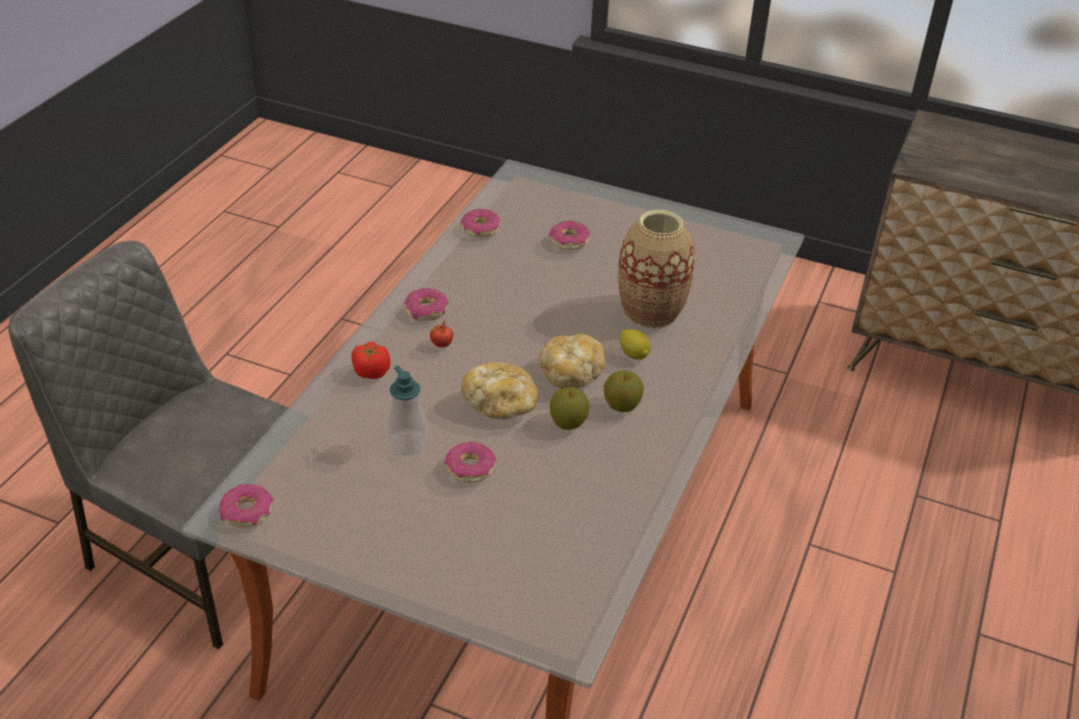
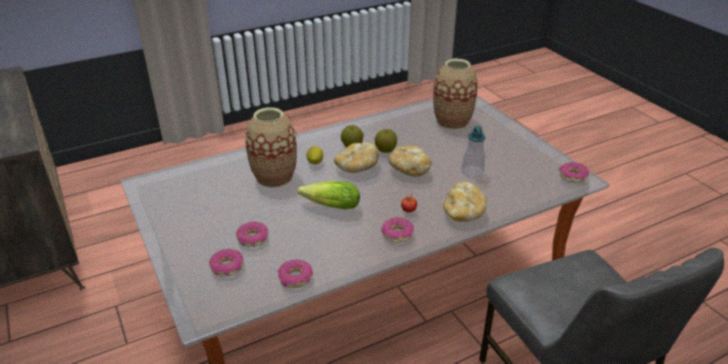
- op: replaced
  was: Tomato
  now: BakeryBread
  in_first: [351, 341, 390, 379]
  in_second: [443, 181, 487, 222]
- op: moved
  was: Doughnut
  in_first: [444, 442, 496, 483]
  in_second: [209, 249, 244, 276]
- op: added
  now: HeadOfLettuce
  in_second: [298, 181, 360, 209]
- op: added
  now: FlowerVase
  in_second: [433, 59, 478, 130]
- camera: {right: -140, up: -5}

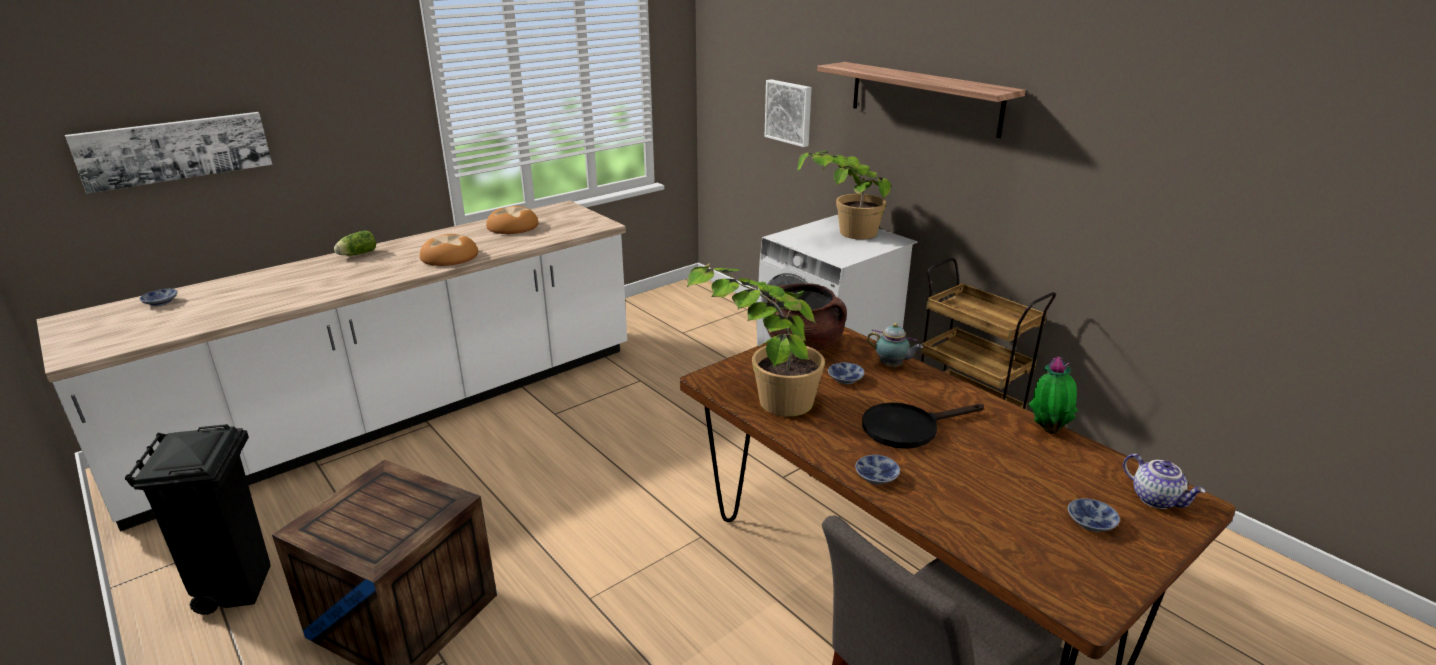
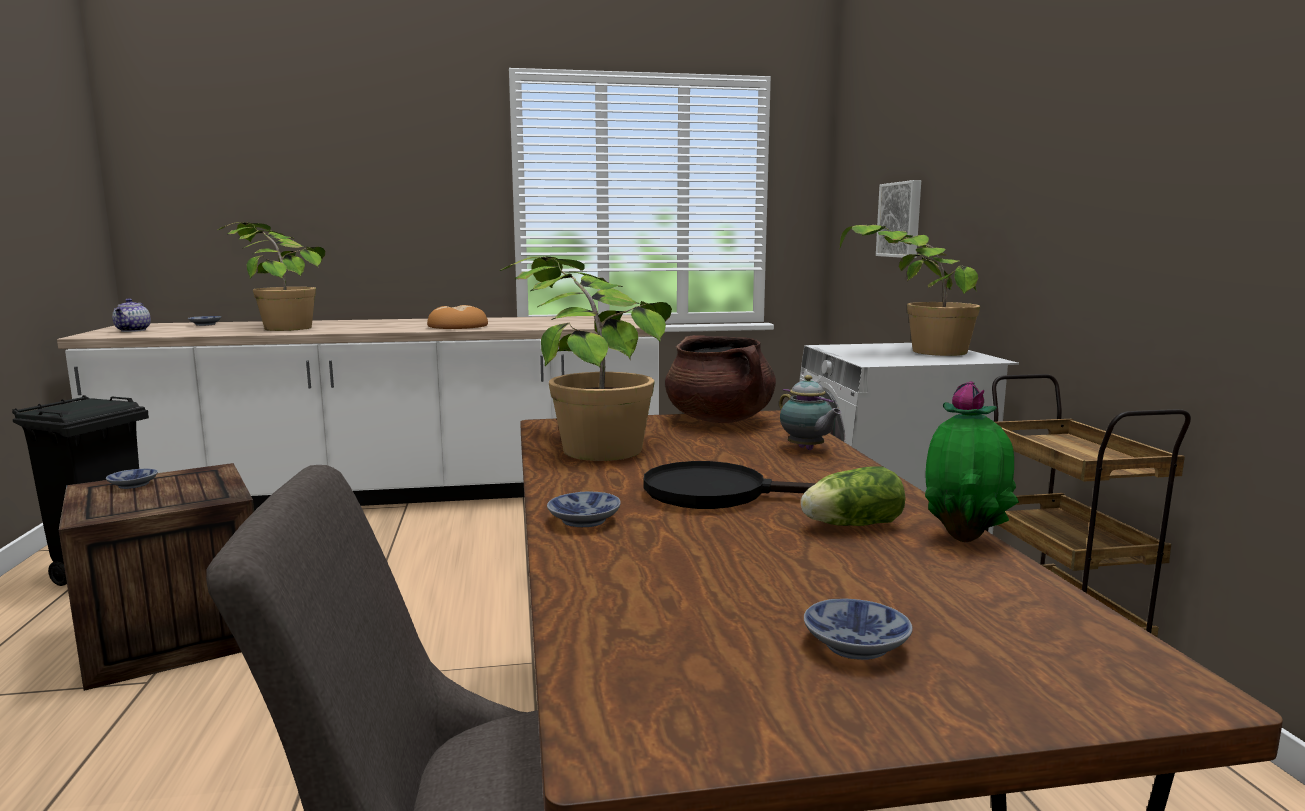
- op: removed
  was: WallPicture
  in_first: [65, 112, 272, 194]
- op: moved
  was: HeadOfLettuce
  in_first: [334, 230, 376, 256]
  in_second: [801, 466, 905, 526]
- op: removed
  was: BakeryBread
  in_first: [486, 206, 538, 234]
- op: removed
  was: Shelf
  in_first: [817, 62, 1026, 138]
- op: moved
  was: Bowl
  in_first: [828, 363, 864, 384]
  in_second: [106, 469, 158, 489]
- op: moved
  was: Teapot
  in_first: [1123, 454, 1206, 509]
  in_second: [112, 298, 151, 332]
- op: added
  now: PlantInAPot
  in_second: [217, 222, 325, 331]
- camera: {right: 30, up: -15}

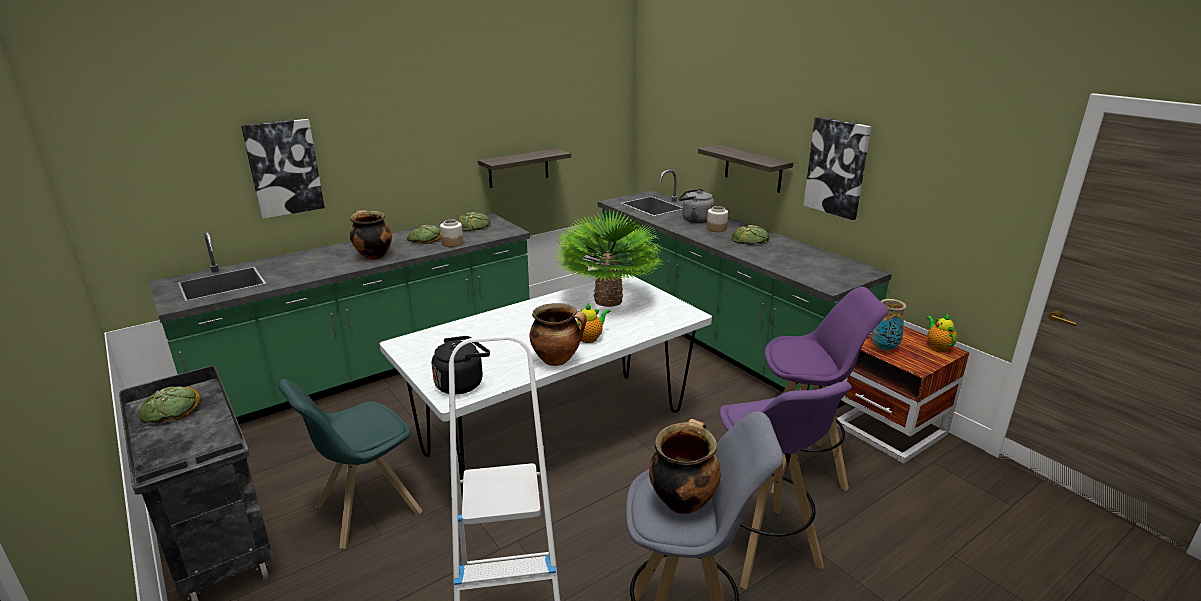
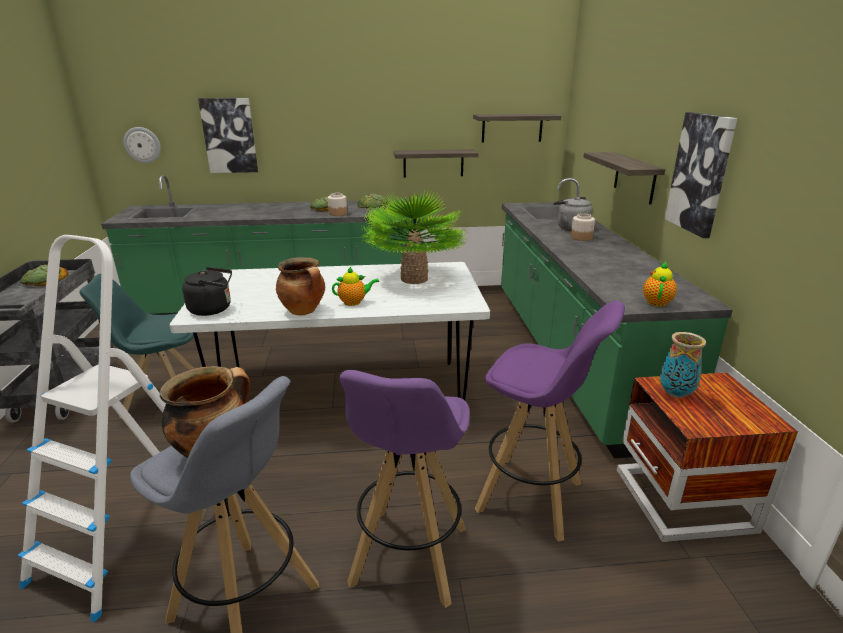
- op: removed
  was: Stockpot
  in_first: [350, 210, 392, 260]
- op: removed
  was: BakeryBread
  in_first: [731, 225, 770, 245]
- op: moved
  was: Teapot
  in_first: [927, 313, 957, 351]
  in_second: [643, 261, 677, 307]
- op: added
  now: HangingClock
  in_second: [123, 127, 161, 163]
- op: added
  now: Shelf
  in_second: [473, 114, 562, 142]
- camera: {right: 30, up: 0}

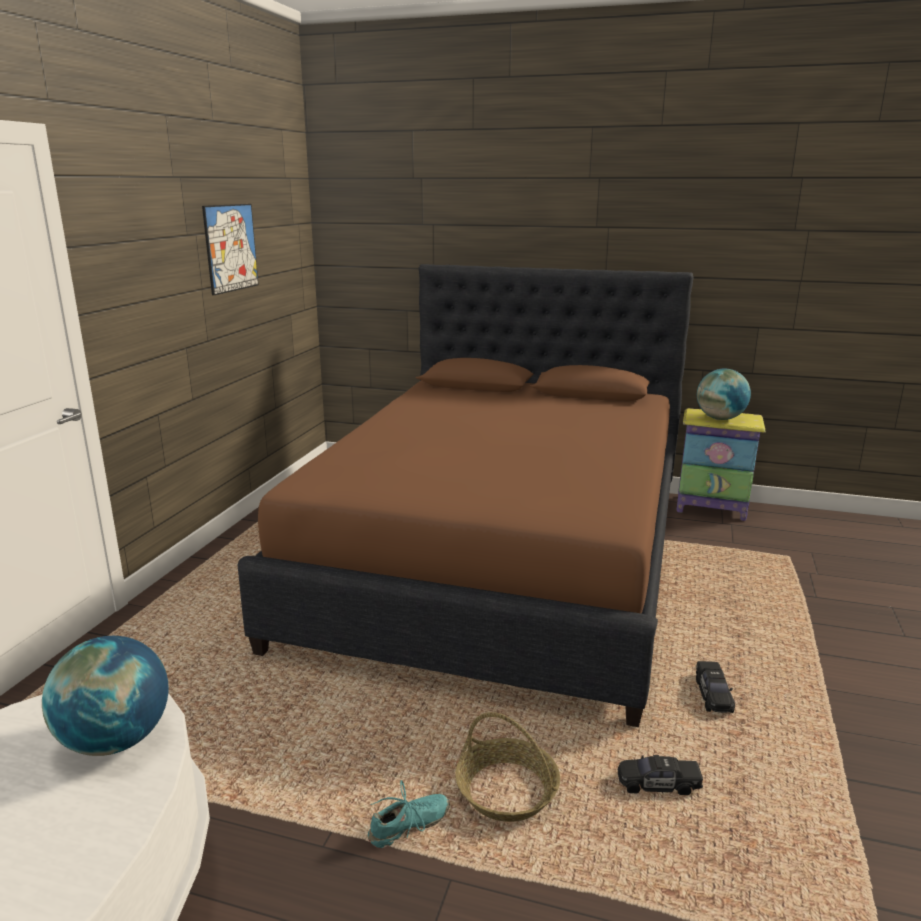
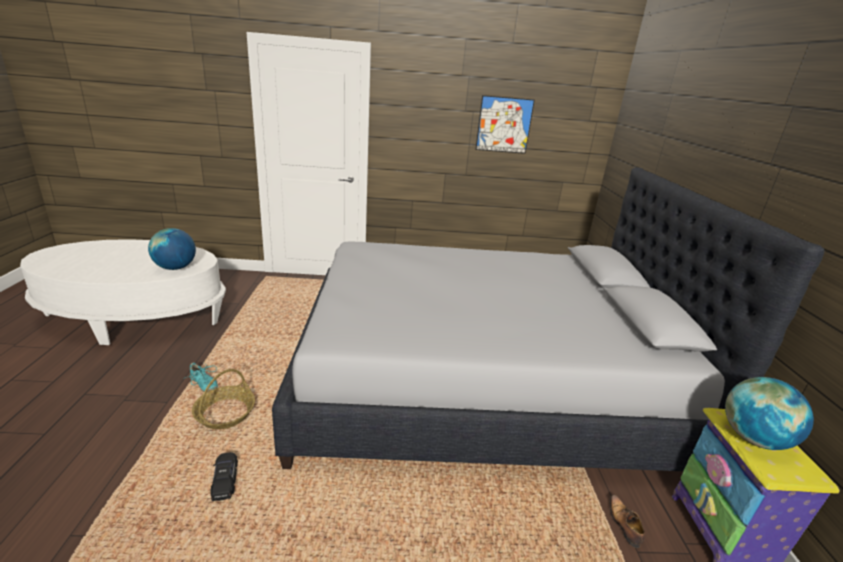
- op: recoloured
  was: BrownBed
  now: GreyishBed
  in_first: [238, 264, 694, 727]
  in_second: [272, 167, 824, 471]
- op: removed
  was: BlackToyCar
  in_first: [696, 661, 735, 713]
- op: added
  now: Shoe
  in_second: [610, 495, 645, 548]
- camera: {right: 70, up: 5}

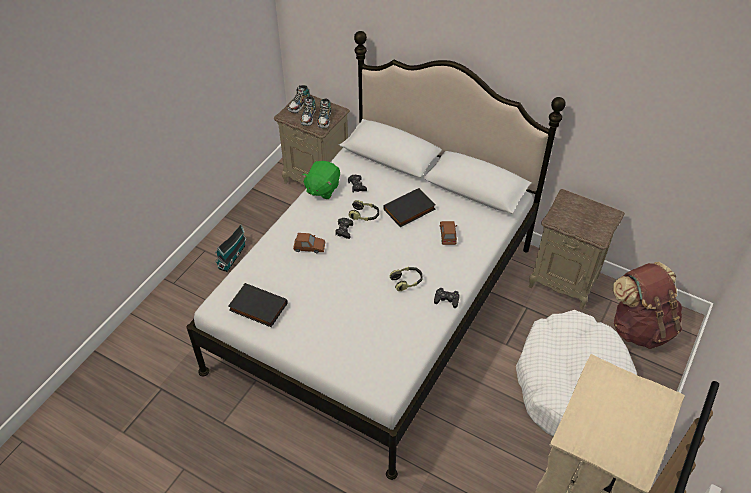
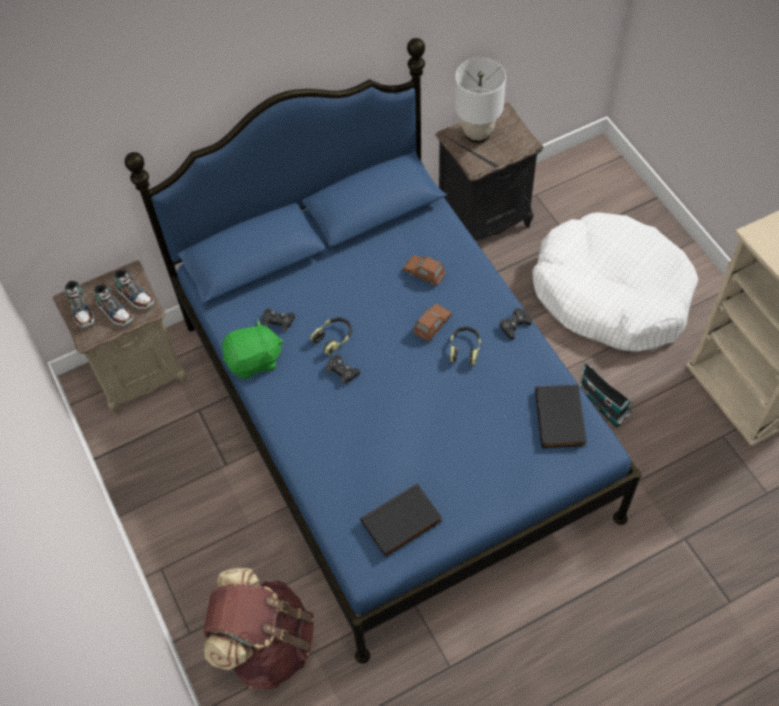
- op: recoloured
  was: WhiteBed
  now: BlueColouredBed
  in_first: [186, 31, 566, 480]
  in_second: [125, 38, 642, 664]
- op: moved
  was: ModelHouse
  in_first: [215, 224, 247, 272]
  in_second: [579, 363, 633, 428]
- op: moved
  was: BrownToyCar
  in_first: [293, 233, 326, 253]
  in_second: [414, 304, 452, 341]
- op: turned
  was: GreenishSoftToy
  in_first: [302, 161, 340, 199]
  in_second: [222, 319, 284, 379]
  clockwise: -75
- op: moved
  was: BlackBook
  in_first: [383, 188, 436, 227]
  in_second: [535, 385, 587, 448]
- op: recoloured
  was: SandColouredNightstand
  now: BlackNightstand
  in_first: [529, 189, 625, 310]
  in_second: [435, 102, 543, 241]
- op: moved
  was: BrownKnapsack
  in_first: [613, 262, 682, 349]
  in_second: [203, 568, 314, 690]
- op: added
  now: WhiteTableLamp
  in_second: [455, 58, 506, 143]
- camera: {right: -55, up: 10}

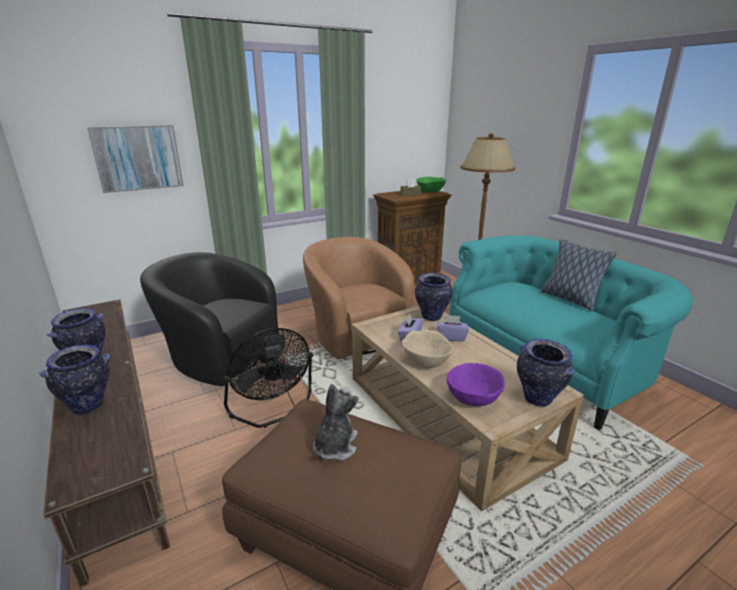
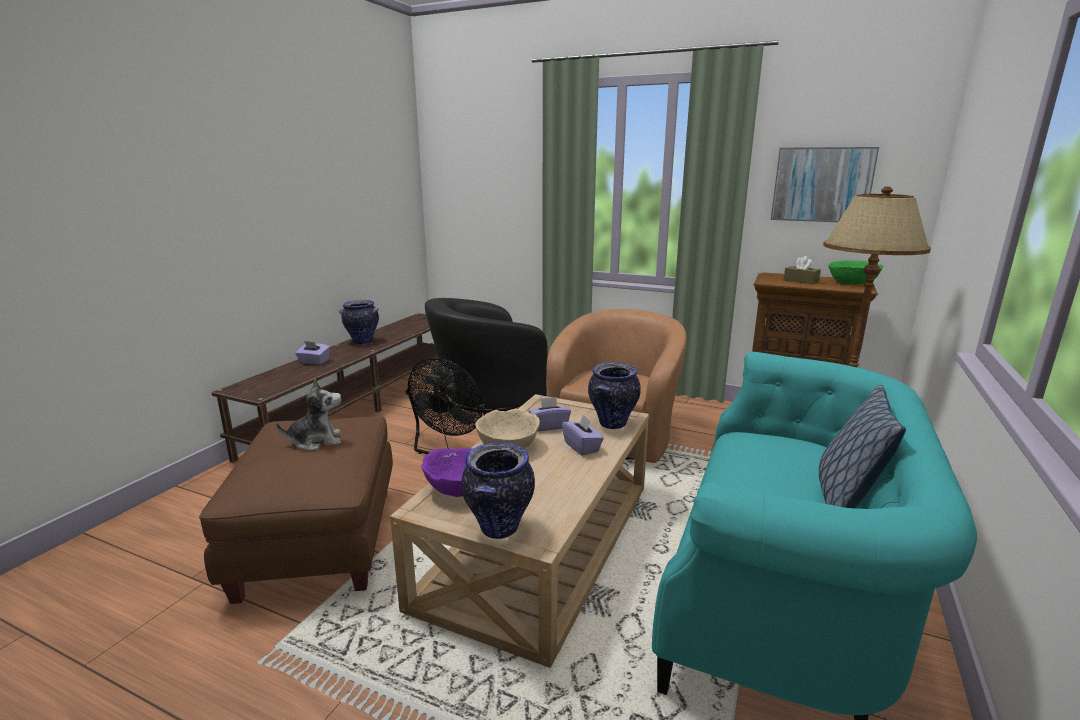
- op: replaced
  was: FlowerVase
  now: PurplishBoxOfTissues
  in_first: [39, 345, 110, 415]
  in_second: [295, 341, 330, 365]
- op: moved
  was: WallPicture
  in_first: [87, 125, 183, 193]
  in_second: [771, 147, 879, 222]
- op: turned
  was: BlackLoungeChair
  in_first: [140, 252, 279, 386]
  in_second: [425, 298, 548, 413]
  clockwise: -105
- camera: {right: 55, up: -5}

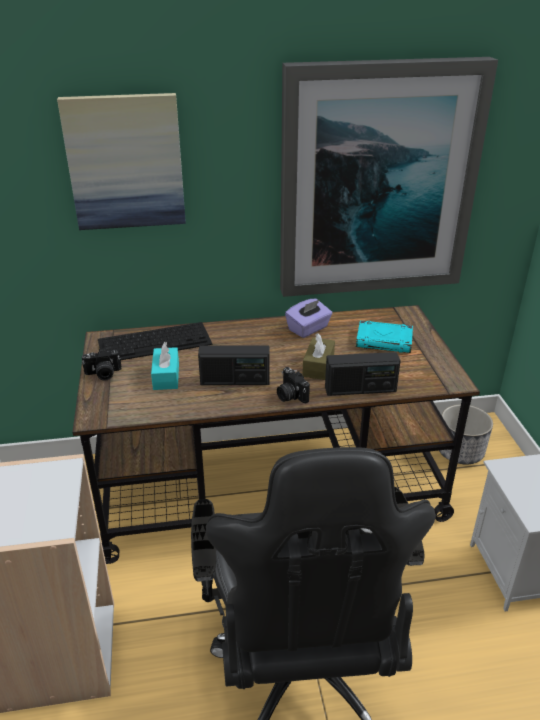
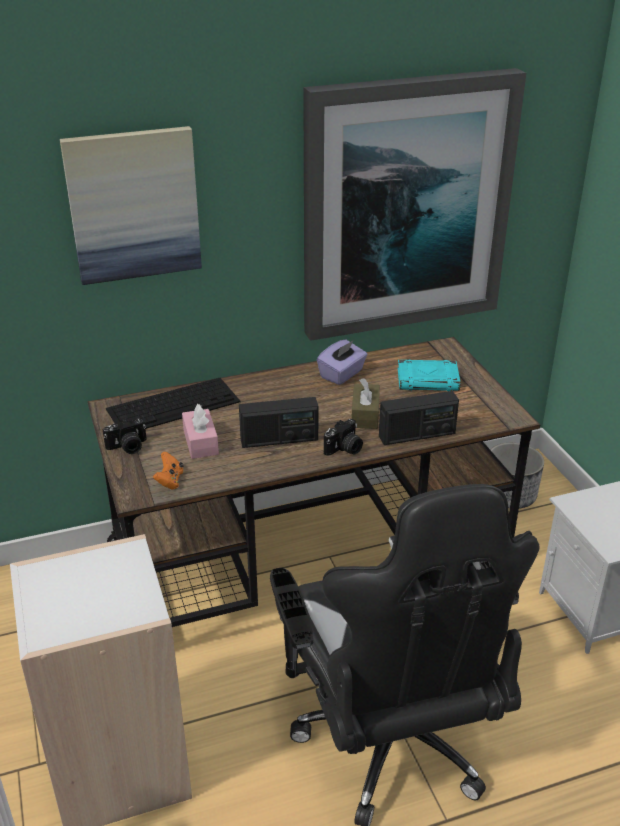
- op: recoloured
  was: TurquoiseColouredBoxOfTissues
  now: PinkColouredBoxOfTissues
  in_first: [151, 342, 179, 390]
  in_second: [182, 404, 219, 459]
- op: turned
  was: StillCamera
  in_first: [277, 367, 310, 403]
  in_second: [324, 419, 363, 456]
  clockwise: -90
- op: added
  now: OrangeColouredGamepad
  in_second: [153, 452, 184, 489]
- camera: {right: -10, up: 0}

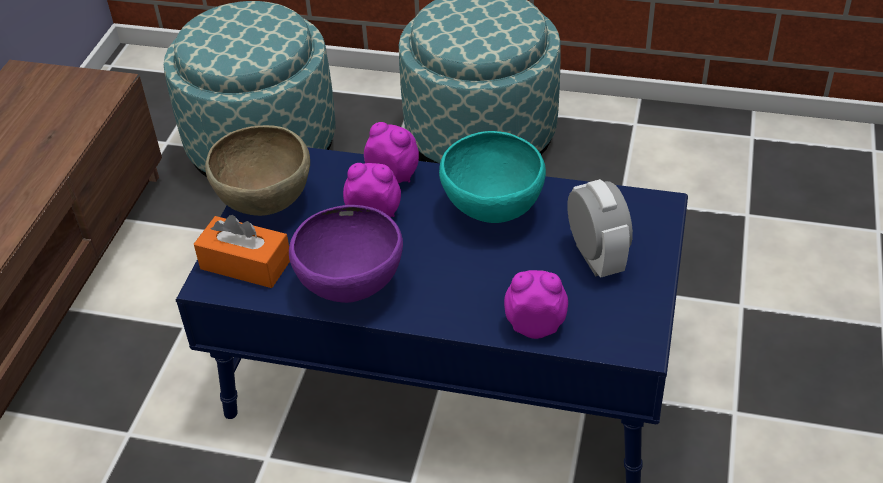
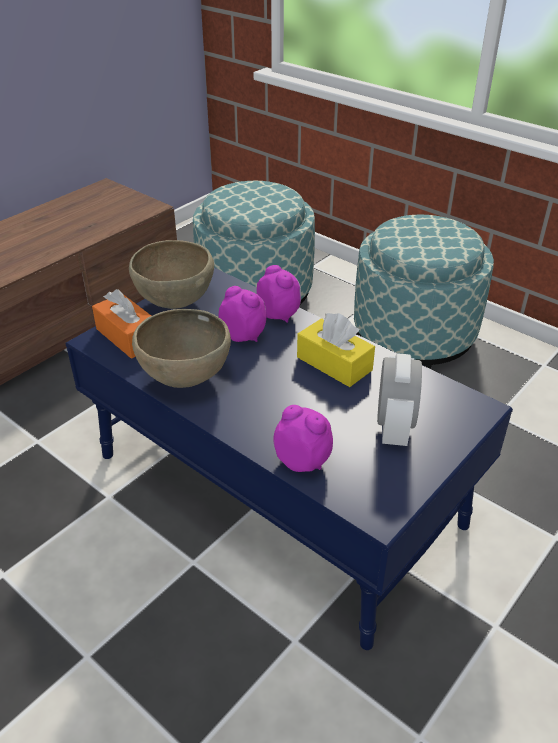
- op: recoloured
  was: PurplishBowl
  now: BrownBowl
  in_first: [289, 205, 403, 303]
  in_second: [132, 309, 231, 388]
- op: replaced
  was: TurquoiseColouredBowl
  now: YellowColouredBoxOfTissues
  in_first: [439, 131, 546, 223]
  in_second: [297, 313, 375, 387]
- camera: {right: 25, up: -5}

